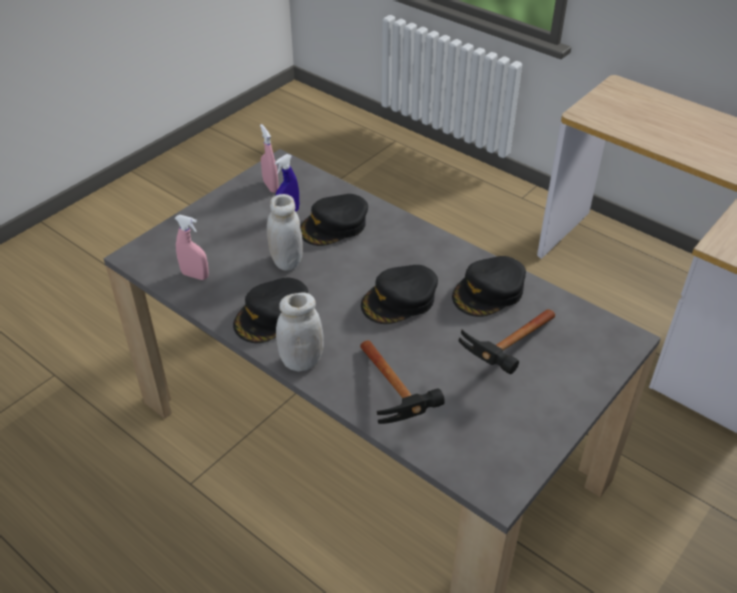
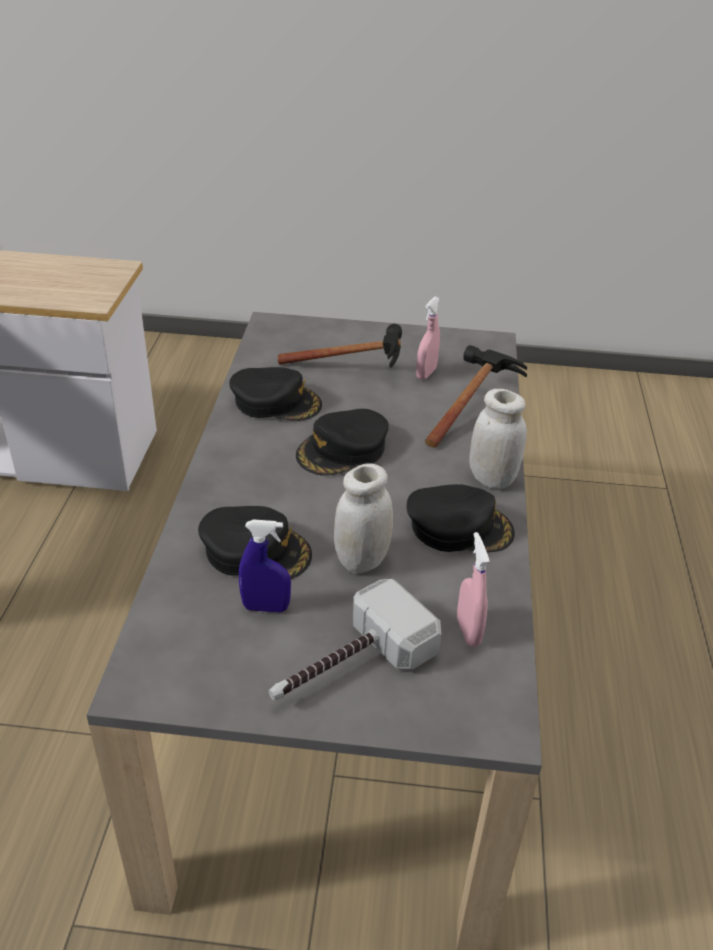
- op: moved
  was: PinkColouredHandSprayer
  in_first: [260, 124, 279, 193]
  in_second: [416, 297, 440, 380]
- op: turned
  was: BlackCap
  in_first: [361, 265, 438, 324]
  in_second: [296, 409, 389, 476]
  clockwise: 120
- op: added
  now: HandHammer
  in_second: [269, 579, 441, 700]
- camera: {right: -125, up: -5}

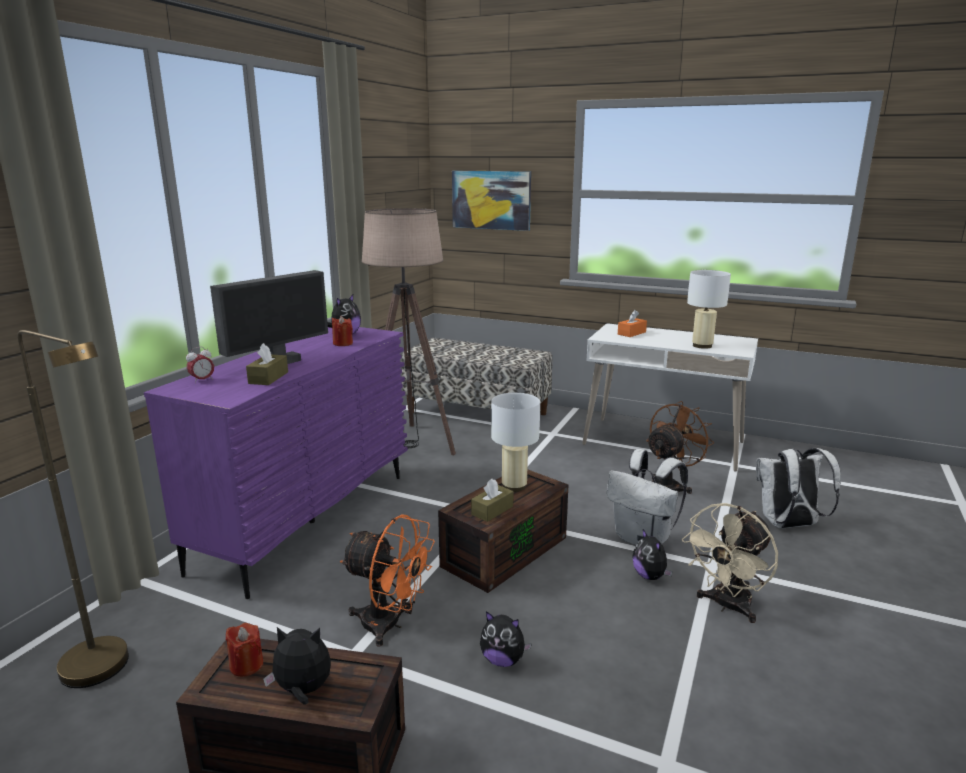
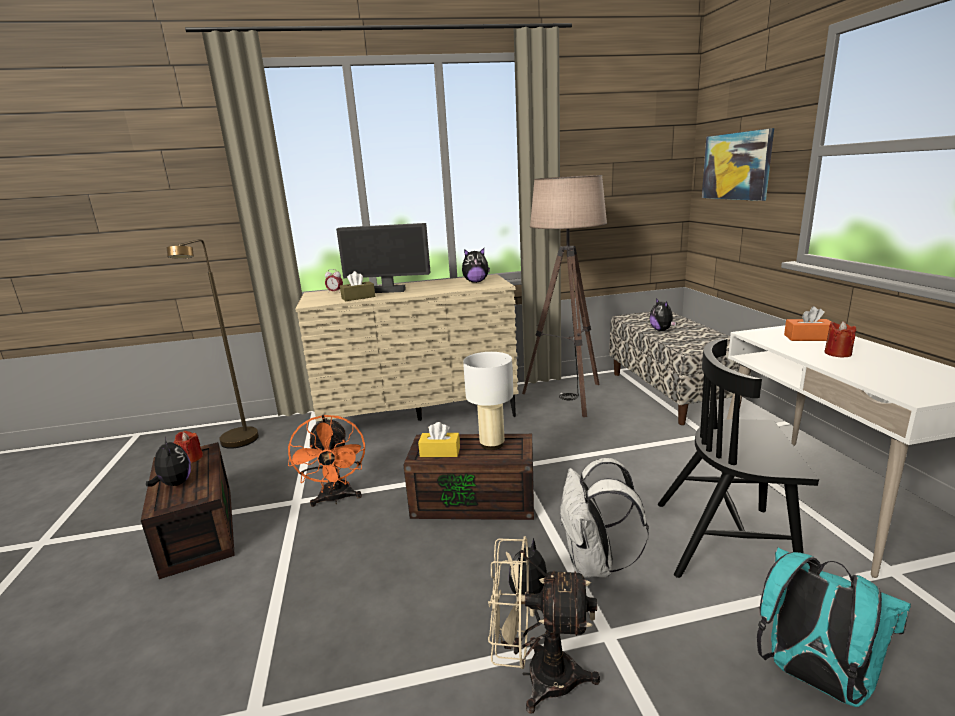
- op: recoloured
  was: PurplishDrawerChest
  now: SandColouredDrawerChest
  in_first: [144, 327, 408, 599]
  in_second: [295, 274, 519, 422]
- op: moved
  was: ReddishCandle
  in_first: [332, 316, 353, 346]
  in_second: [824, 321, 856, 357]
- op: recoloured
  was: BrownBoxOfTissues
  now: YellowColouredBoxOfTissues
  in_first: [471, 479, 513, 522]
  in_second: [418, 422, 460, 457]
- op: moved
  was: SoftToy
  in_first: [480, 611, 532, 667]
  in_second: [649, 298, 676, 331]
- op: replaced
  was: BrownElectricFan
  now: BlackPlainChair
  in_first: [646, 401, 714, 494]
  in_second: [658, 339, 819, 578]
- op: removed
  was: WhiteTableLamp
  in_first: [687, 270, 731, 349]
- op: recoloured
  was: WhiteKnapsack
  now: TurquoiseColouredKnapsack
  in_first: [756, 448, 841, 529]
  in_second: [757, 548, 911, 707]
- camera: {right: 55, up: 0}

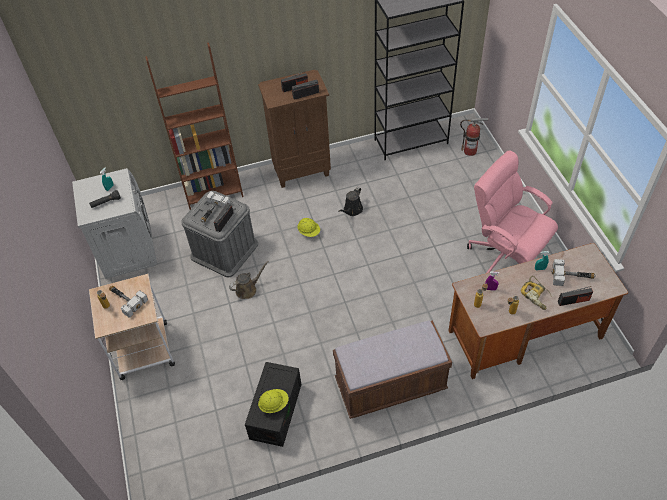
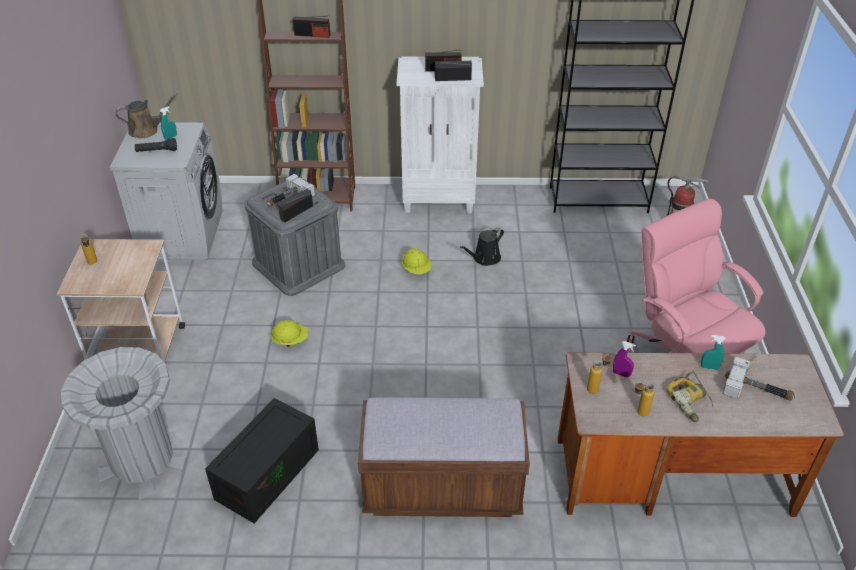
- op: removed
  was: HandHammer
  in_first: [109, 285, 148, 318]
- op: moved
  was: BrownWateringCan
  in_first: [229, 261, 269, 299]
  in_second: [116, 93, 177, 138]
- op: recoloured
  was: BrownStorageCabinet
  now: WhiteStorageCabinet
  in_first: [258, 70, 331, 188]
  in_second: [397, 56, 484, 213]
- op: moved
  was: YellowColouredSafetyHelmet
  in_first: [258, 389, 289, 413]
  in_second: [270, 320, 309, 347]
- op: moved
  was: Radio
  in_first: [558, 286, 593, 306]
  in_second: [293, 16, 331, 38]
- op: added
  now: GreyishRubbishBin
  in_second: [61, 347, 187, 500]
- camera: {right: 15, up: -10}

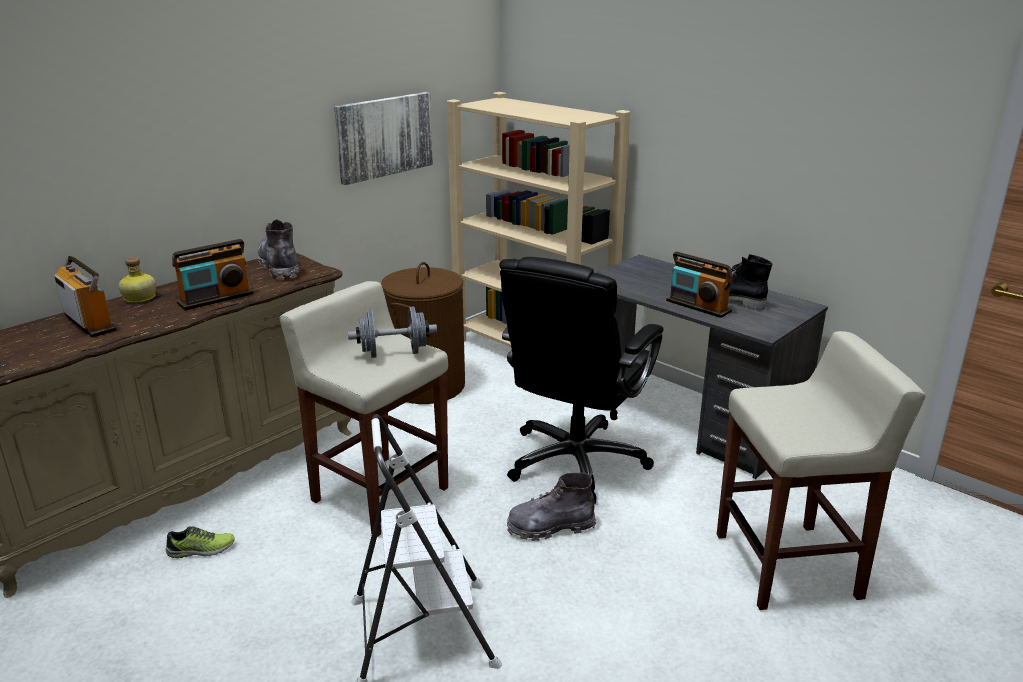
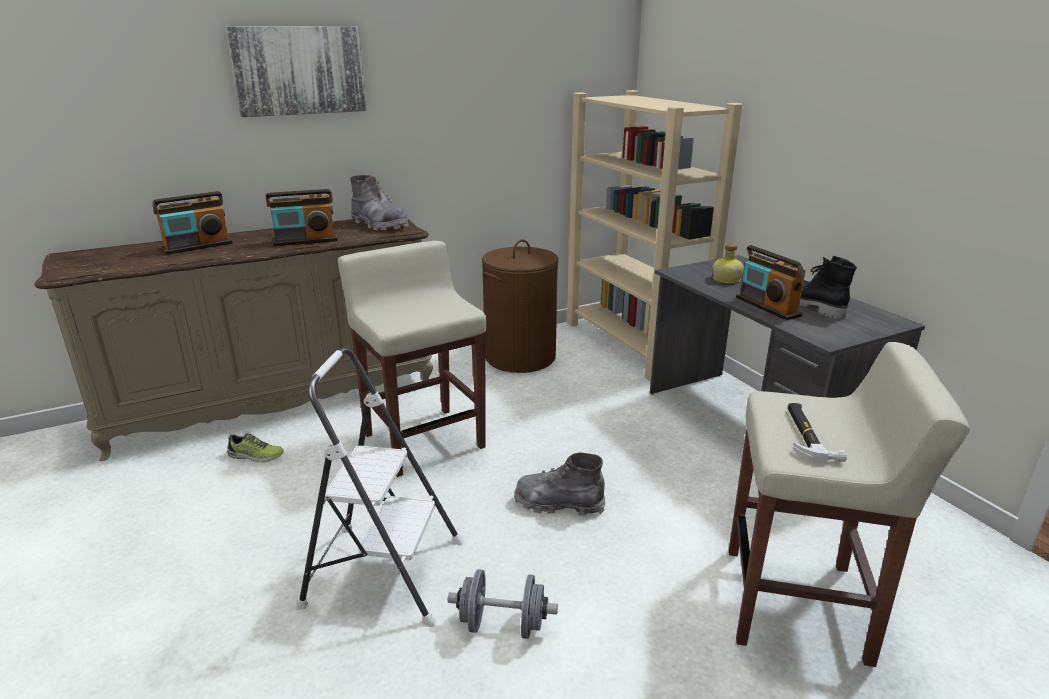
- op: turned
  was: Radio
  in_first: [54, 256, 117, 338]
  in_second: [153, 191, 233, 255]
  clockwise: 75
- op: moved
  was: BeverageBottle
  in_first: [119, 257, 156, 303]
  in_second: [712, 243, 744, 283]
- op: turned
  was: GreyishTallBoot
  in_first: [258, 219, 299, 280]
  in_second: [350, 175, 409, 231]
  clockwise: 135
- op: moved
  was: WallPicture
  in_first: [334, 92, 433, 185]
  in_second: [225, 26, 367, 117]
- op: moved
  was: GreyishDumbbell
  in_first: [348, 307, 437, 358]
  in_second: [448, 569, 558, 639]
- op: removed
  was: BlackOfficeChair
  in_first: [499, 257, 664, 504]
- op: added
  now: HandHammer
  in_second: [788, 403, 847, 462]
- camera: {right: 20, up: 0}

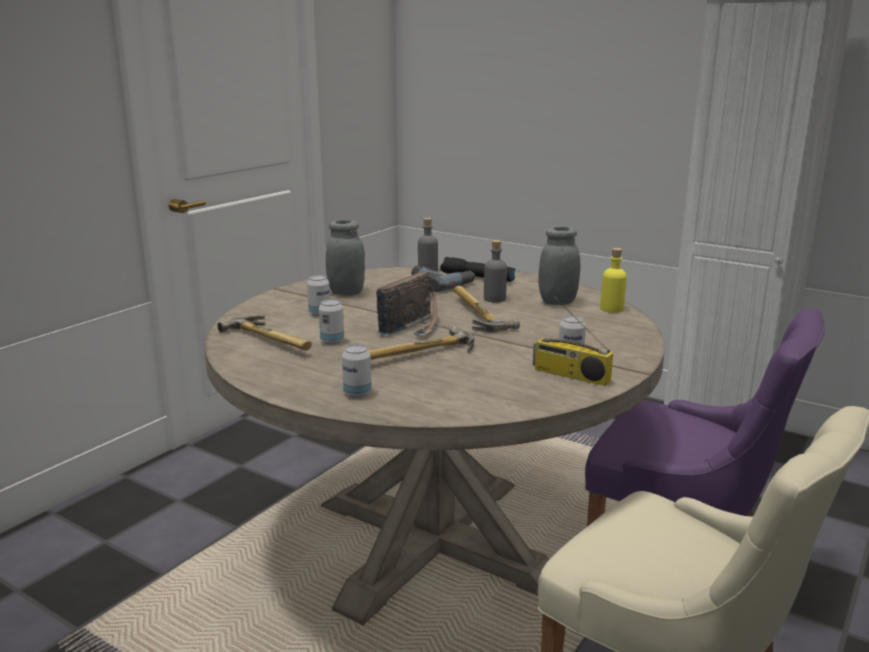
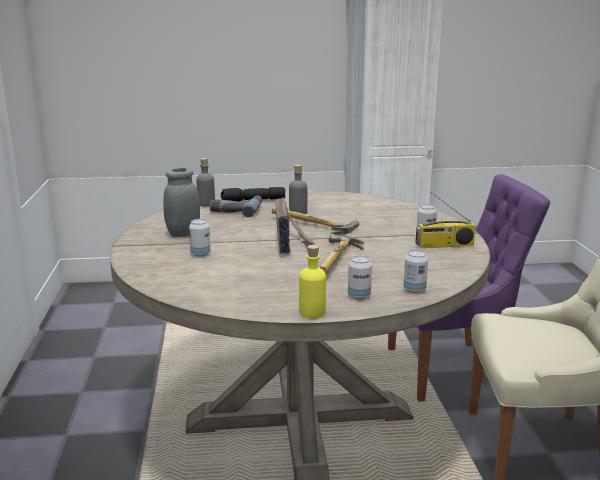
- op: removed
  was: HandHammer
  in_first: [217, 315, 312, 351]
- op: moved
  was: MetalCan
  in_first: [319, 299, 344, 345]
  in_second: [404, 250, 428, 293]
- op: removed
  was: GreyishPreserveJar
  in_first: [538, 227, 580, 305]
- op: moved
  was: YellowColouredBeverageBottle
  in_first: [600, 248, 627, 313]
  in_second: [299, 245, 326, 318]
- camera: {right: -40, up: 0}

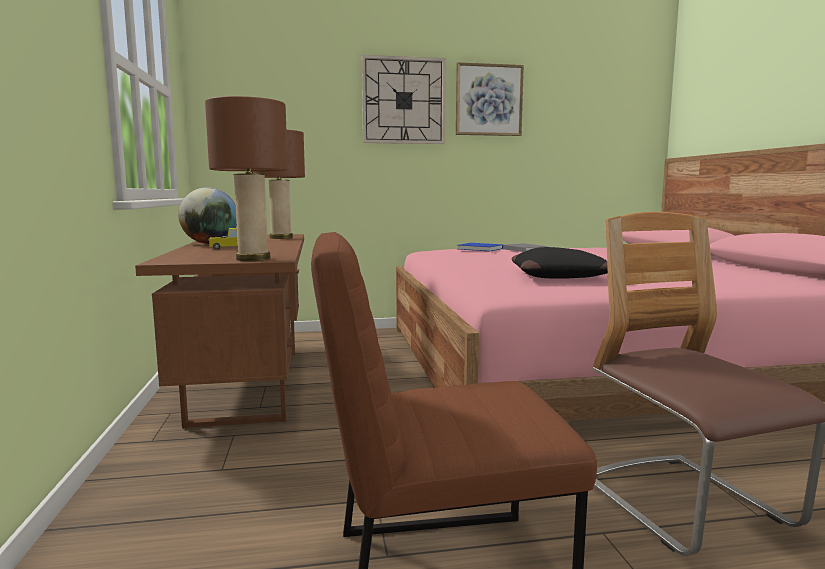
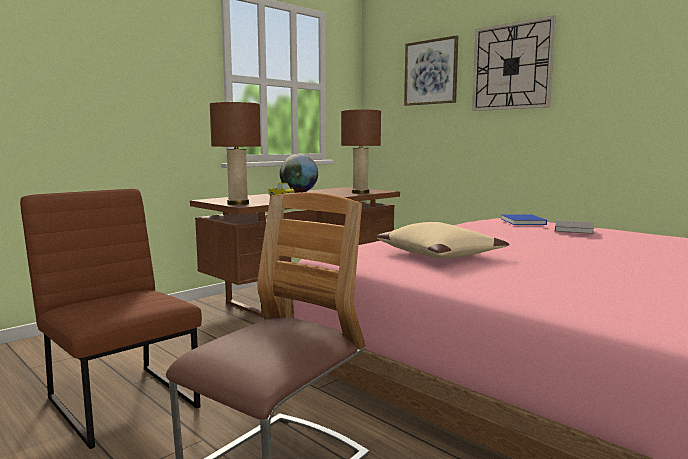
- op: moved
  was: WallPicture
  in_first: [456, 62, 524, 136]
  in_second: [404, 35, 458, 106]
- op: recoloured
  was: BlackThrowPillow
  now: SandColouredThrowPillow
  in_first: [512, 247, 608, 279]
  in_second: [376, 222, 509, 258]
- camera: {right: 55, up: 0}

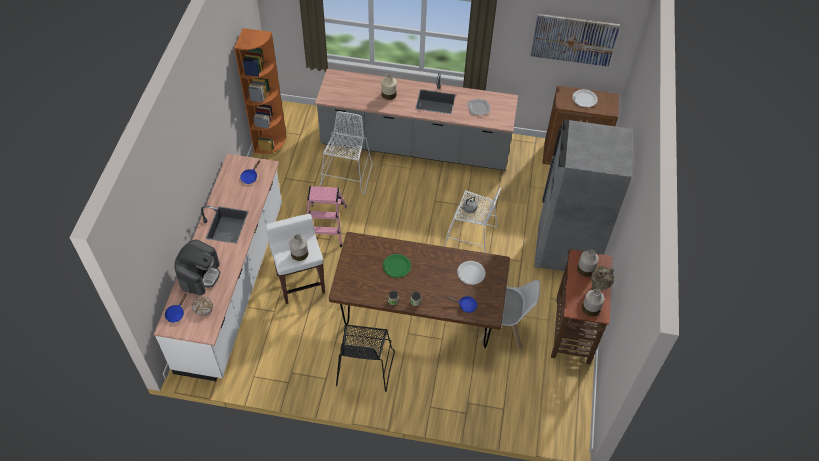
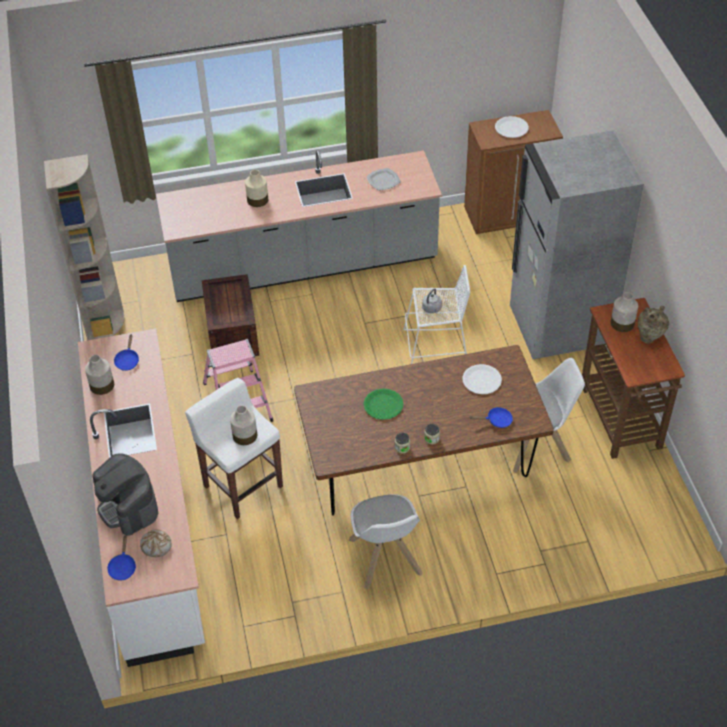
- op: turned
  was: CoffeeBrewer
  in_first: [174, 240, 220, 295]
  in_second: [92, 453, 158, 536]
  clockwise: 150
- op: recoloured
  was: OrangeColouredBookcase
  now: SandColouredBookcase
  in_first: [234, 28, 287, 154]
  in_second: [44, 154, 124, 340]
- op: replaced
  was: WhiteStoolSeat
  now: ShippingCrate
  in_first: [319, 111, 373, 195]
  in_second: [202, 274, 259, 356]
- op: replaced
  was: BlackStoolSeat
  now: PlainChair
  in_first: [336, 324, 395, 392]
  in_second: [349, 494, 423, 590]
- op: removed
  was: WallPicture
  in_first: [530, 14, 620, 67]
- op: moved
  was: SandColouredFlowerVase
  in_first: [582, 289, 604, 316]
  in_second: [85, 355, 114, 395]
- camera: {right: -20, up: -5}

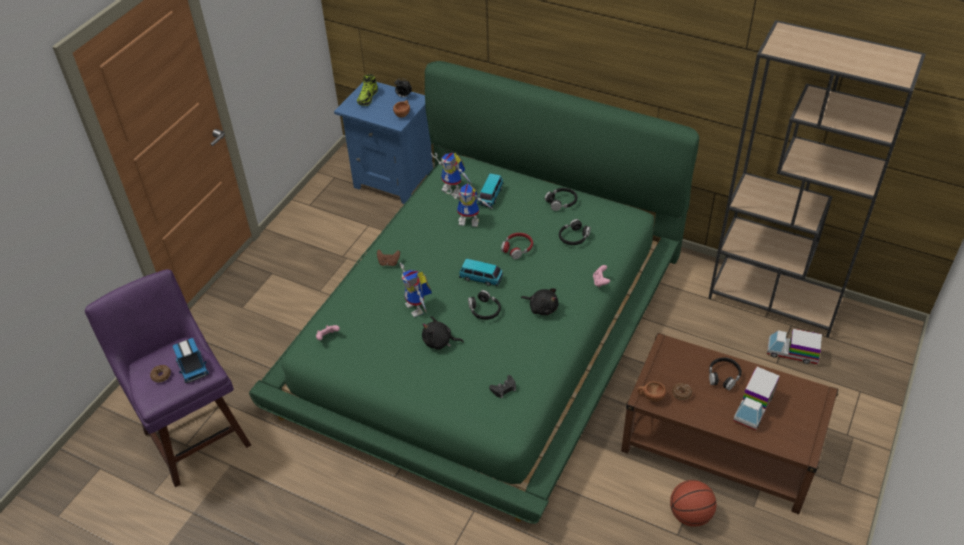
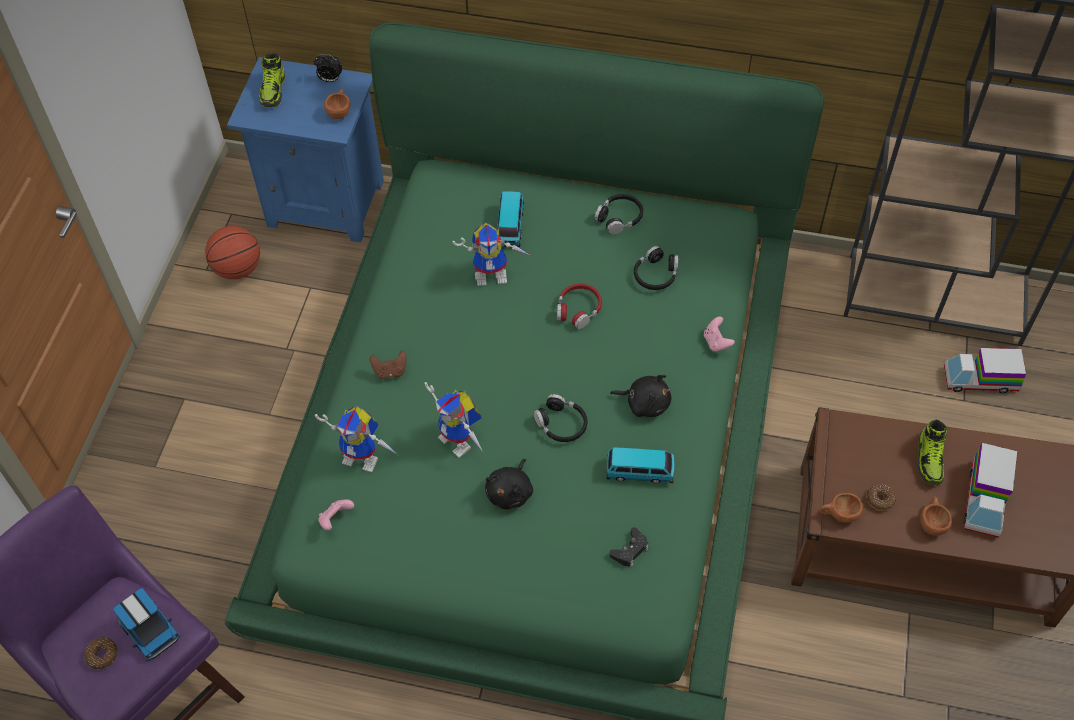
- op: turned
  was: BlackSoftToy
  in_first: [422, 316, 464, 350]
  in_second: [485, 459, 533, 509]
  clockwise: -60
- op: moved
  was: ModelRobot
  in_first: [431, 153, 472, 197]
  in_second: [315, 405, 398, 472]
- op: moved
  was: ToyCar
  in_first: [459, 259, 503, 286]
  in_second: [606, 447, 675, 483]
- op: moved
  was: Basketball
  in_first: [670, 480, 717, 527]
  in_second: [205, 226, 260, 279]
- op: replaced
  was: BlackHeadset
  now: Shoe
  in_first: [709, 357, 742, 390]
  in_second: [917, 419, 947, 485]
- op: added
  now: BrownDrinkingCup
  in_second: [920, 497, 952, 536]
- camera: {right: -15, up: 10}

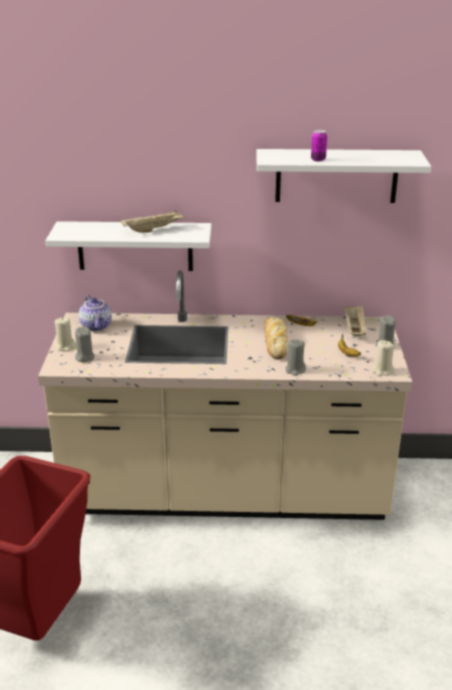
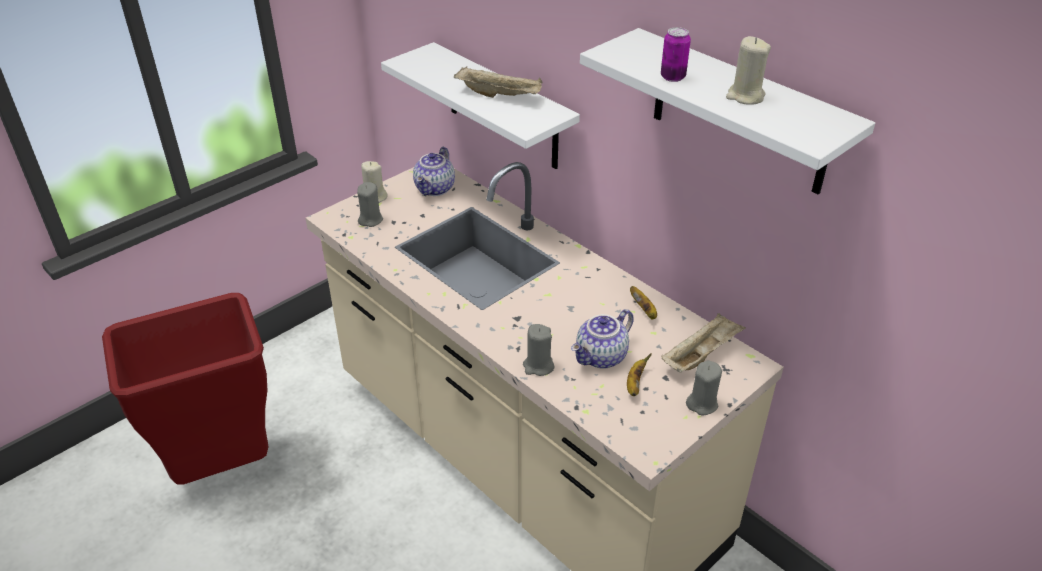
- op: removed
  was: BakeryBread
  in_first: [264, 317, 287, 360]
- op: moved
  was: SandColouredCandle
  in_first: [372, 340, 394, 376]
  in_second: [726, 36, 771, 105]
- op: added
  now: Teapot
  in_second: [571, 309, 634, 369]
- camera: {right: 45, up: 10}

